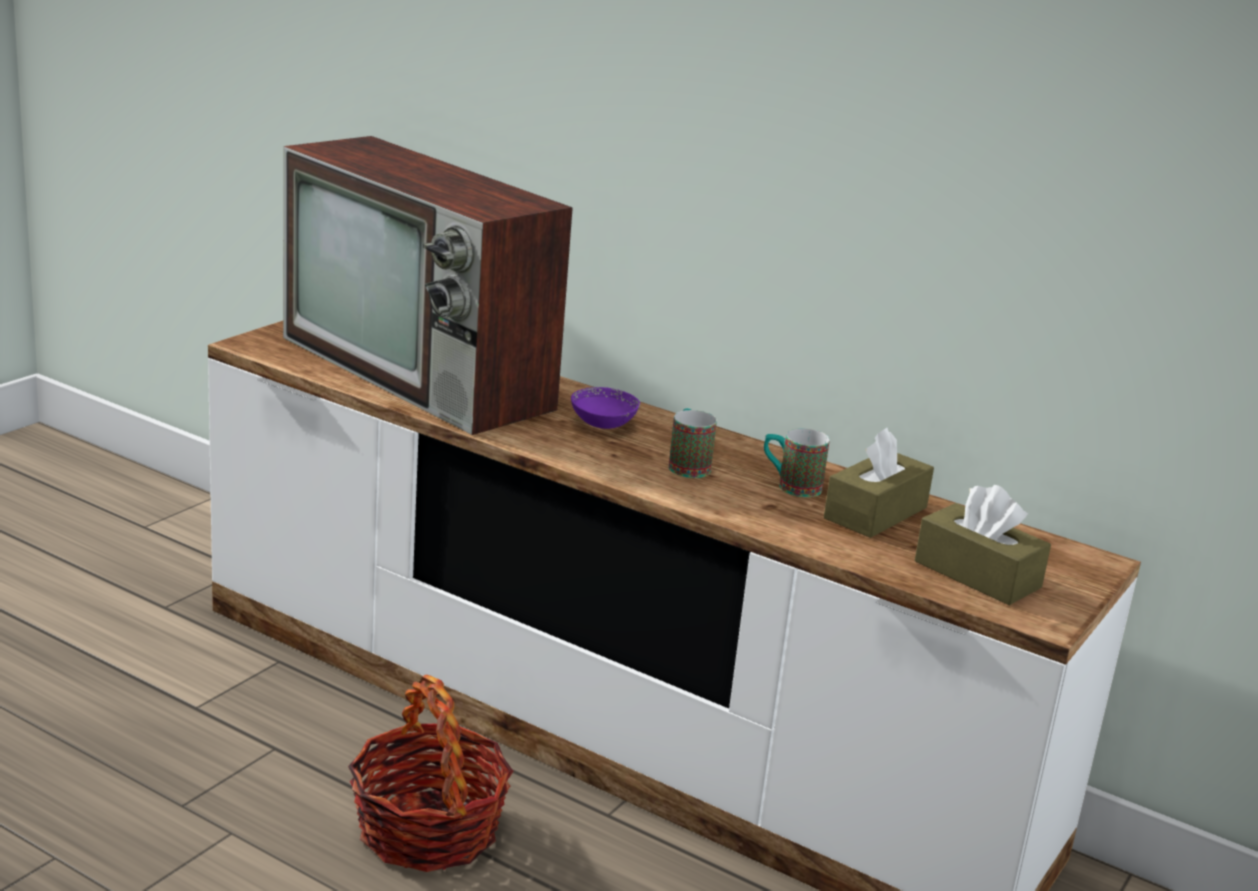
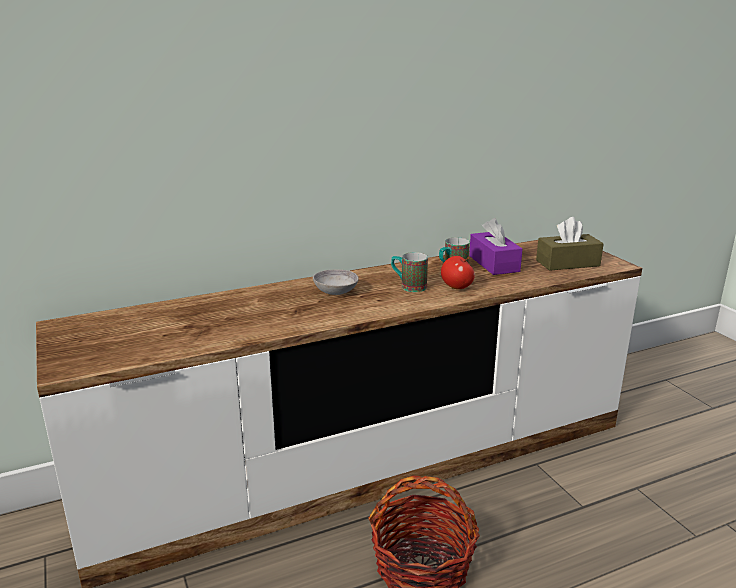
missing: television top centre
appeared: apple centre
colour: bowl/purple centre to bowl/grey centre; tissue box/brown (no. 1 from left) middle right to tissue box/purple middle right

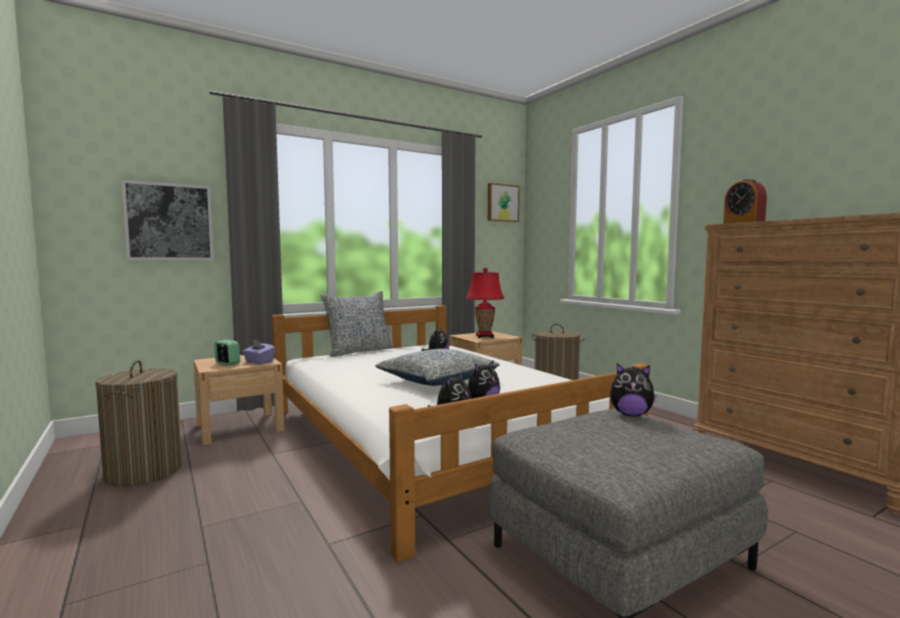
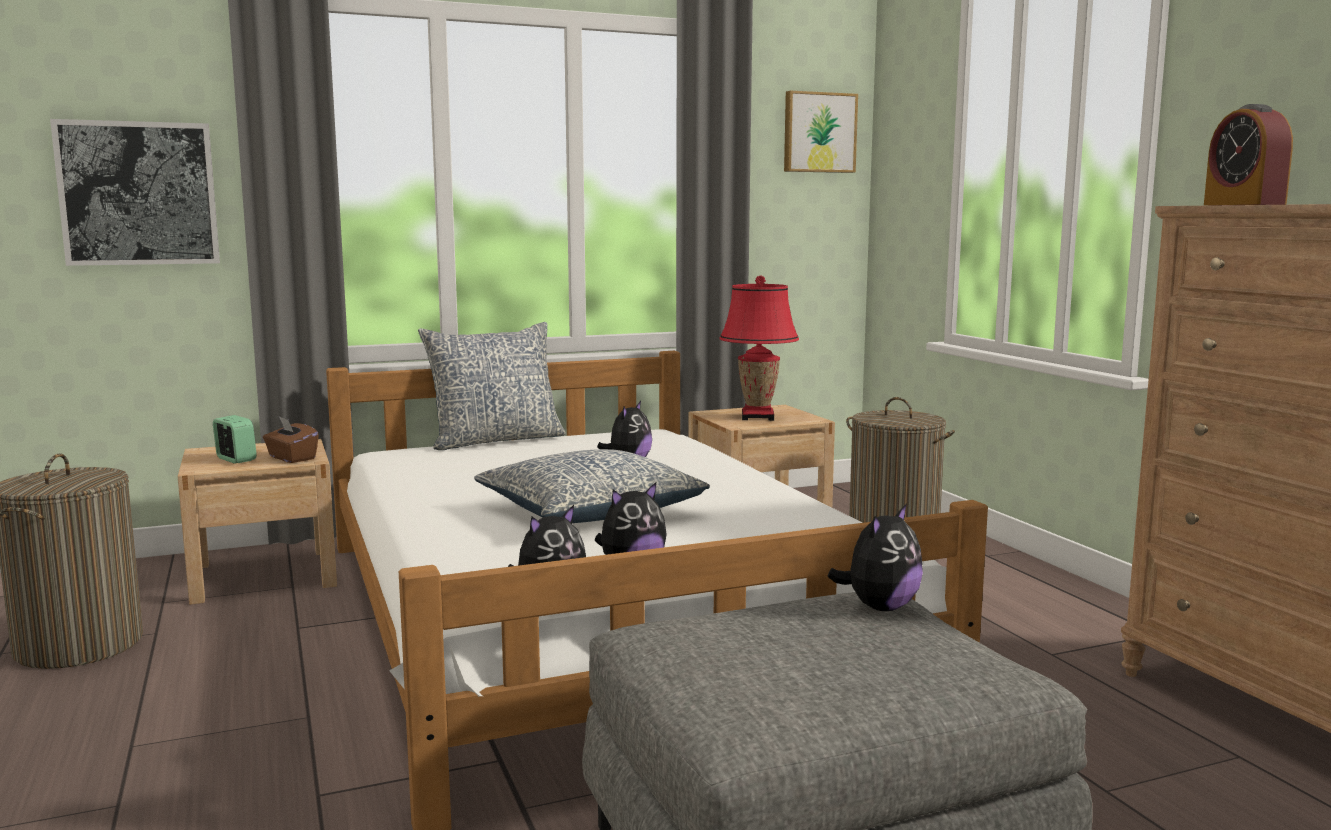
colour: tissue box/purple middle left to tissue box/brown middle left
spun: plush toy (no. 4 from left) middle right = bottom centre 75 degrees counterclockwise

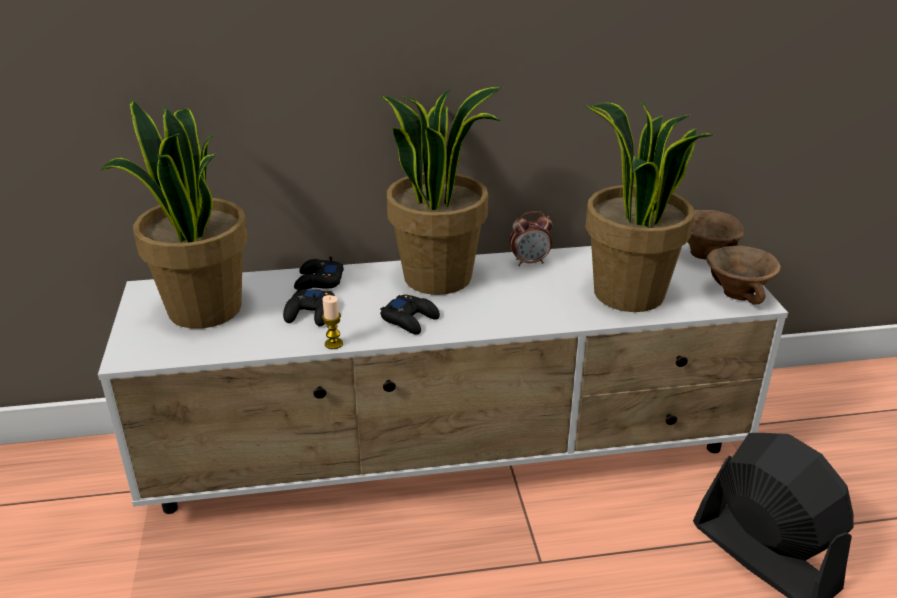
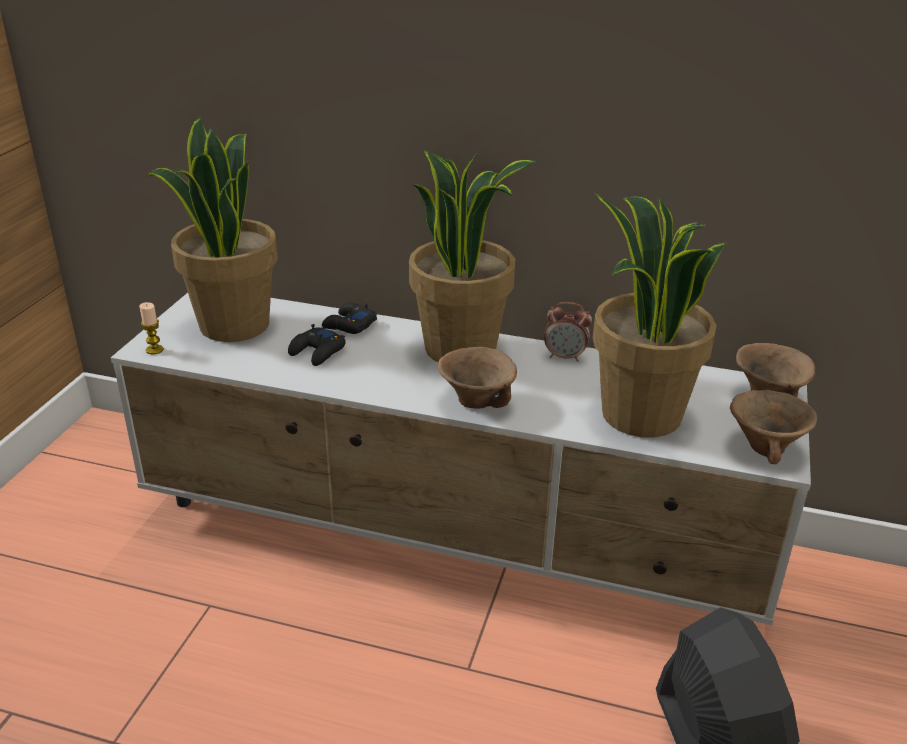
missing: game controller/black (no. 3 from left) centre
appeared: bowl/brown (no. 1 from left) centre
relocated: candle centre to middle left

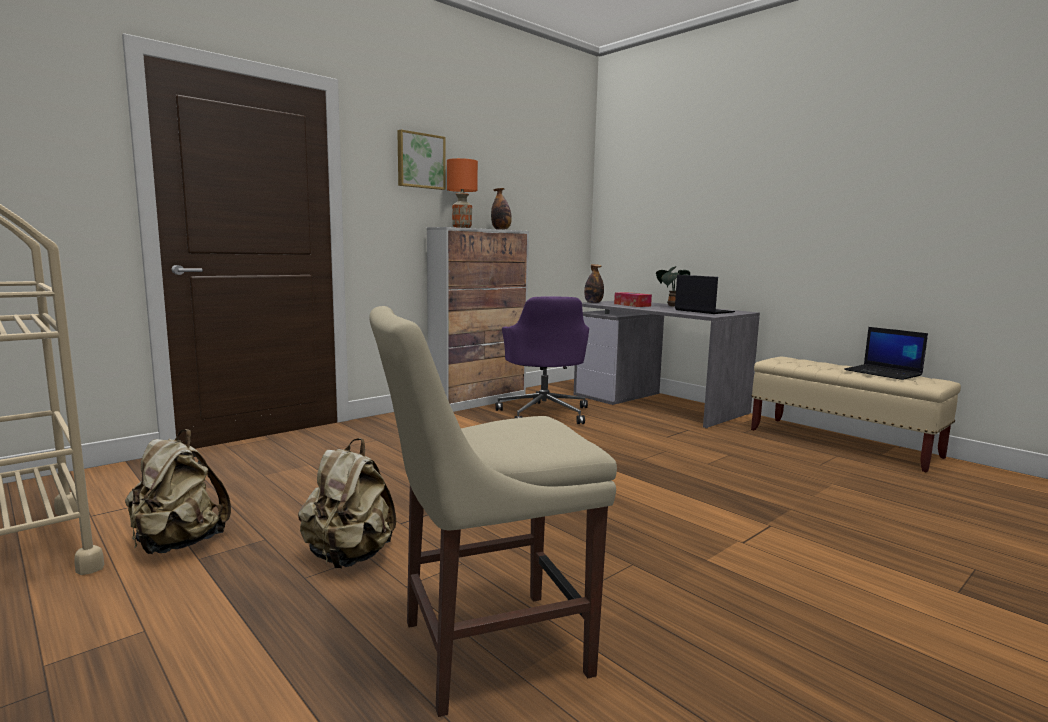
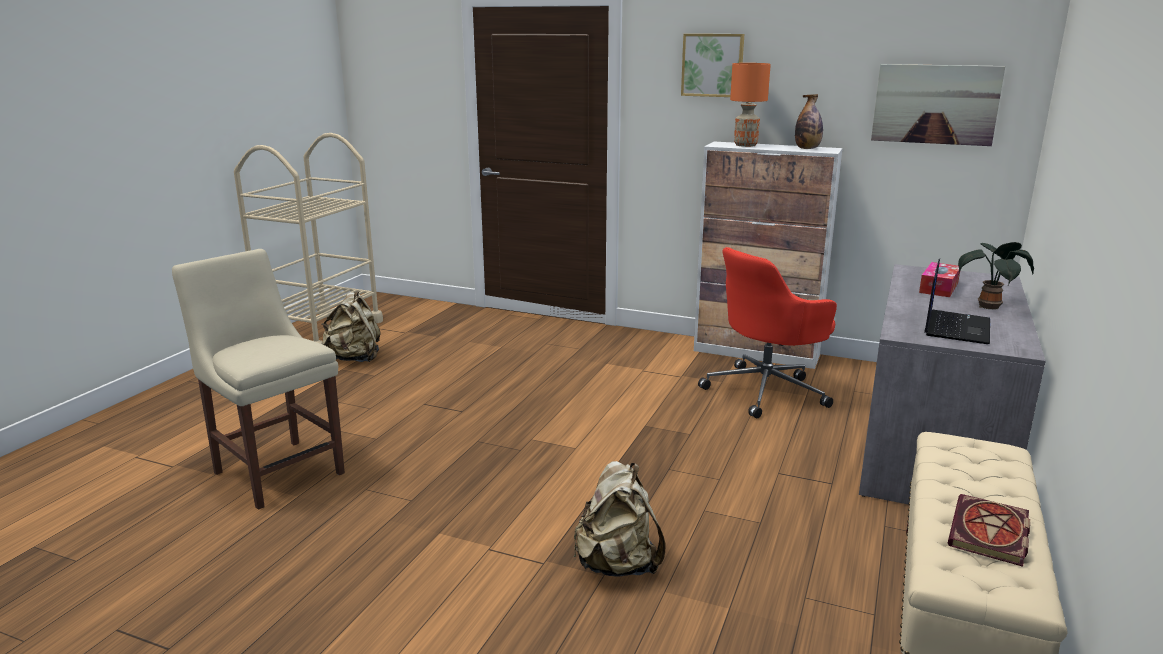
missing: bottle (no. 2 from left) centre
appeared: picture (no. 2 from left) top right
relocated: backpack/beige (no. 2 from left) bottom left to bottom centre
exchanged: laptop (no. 2 from left) middle right to book bottom right
colour: office chair/purple centre to office chair/red centre

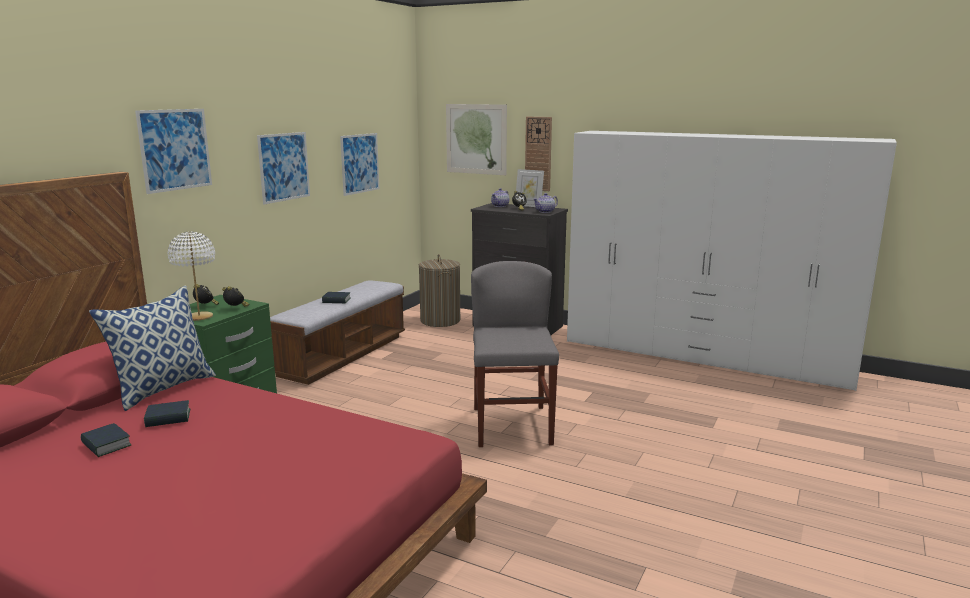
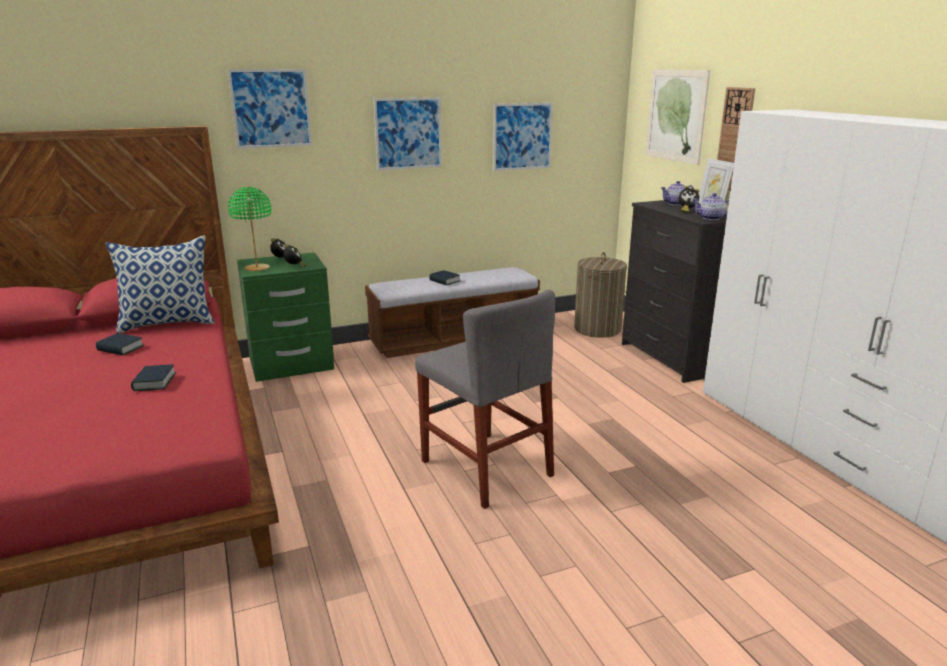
relocated: book (no. 1 from left in the first image) bottom left to book (no. 2 from left) middle left
colour: table lamp/white middle left to table lamp/green middle left
spun: chair/grey centre = centre 105 degrees clockwise

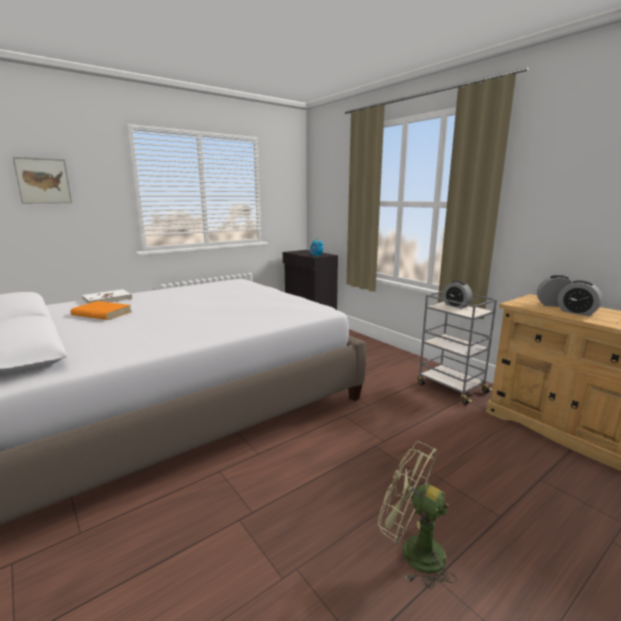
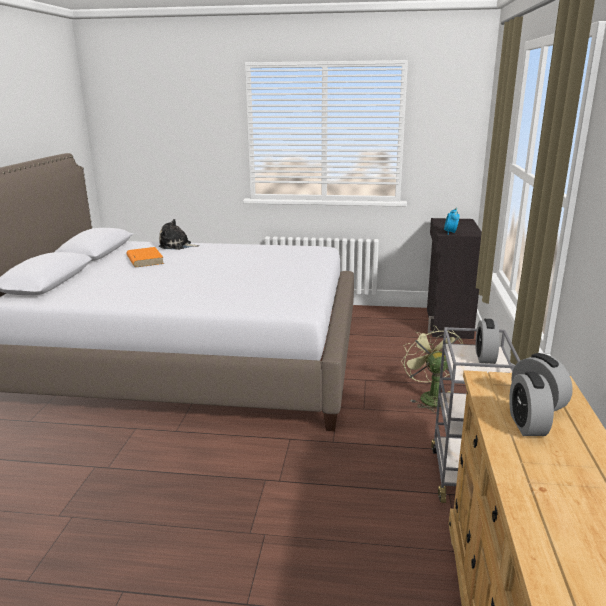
missing: picture top left
relocated: fan/green bottom right to middle right
exchanged: book/white middle left to plush toy middle left

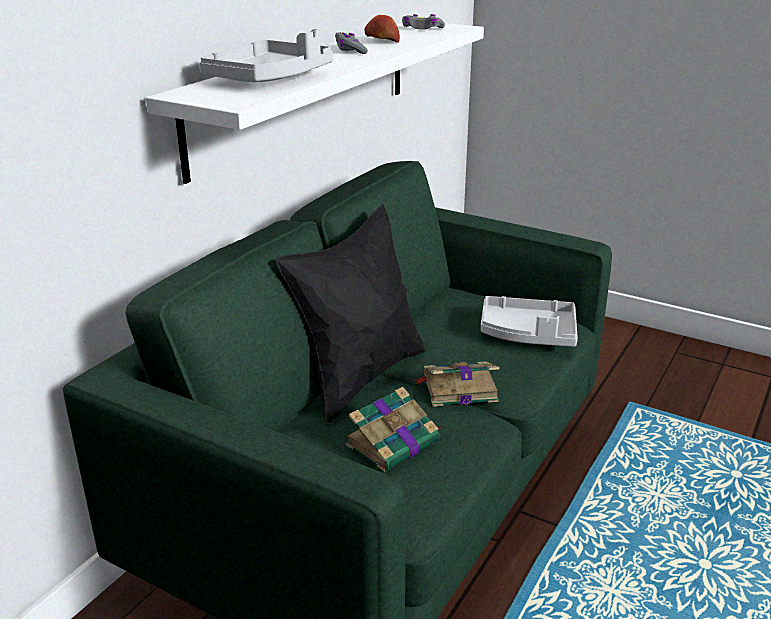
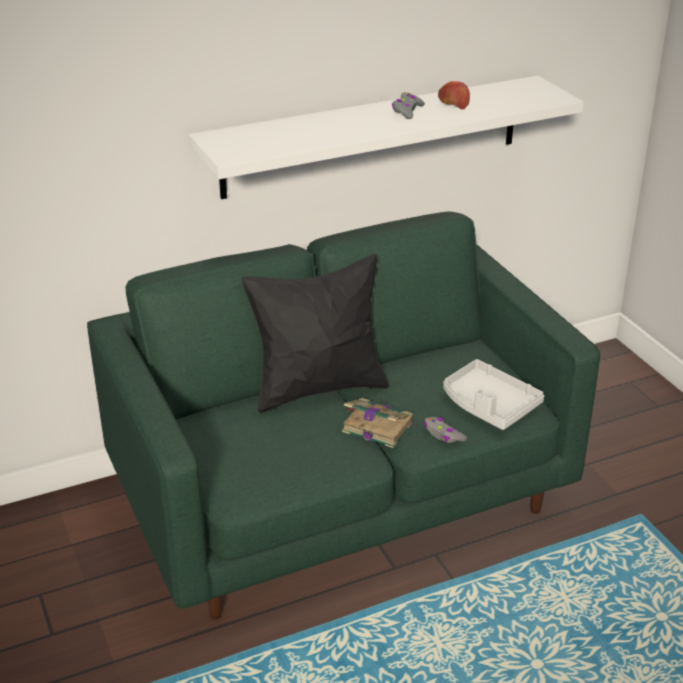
missing: tray/grey (no. 1 from left) top centre; book (no. 1 from left) bottom centre
relocated: game controller/grey (no. 2 from left) top centre to centre

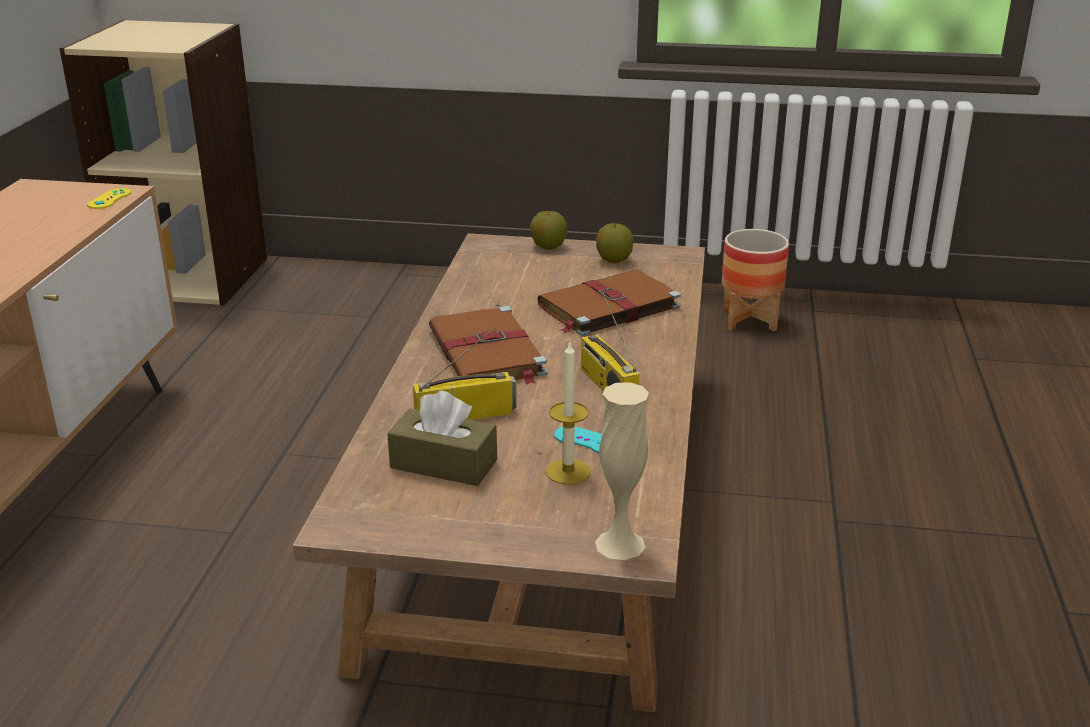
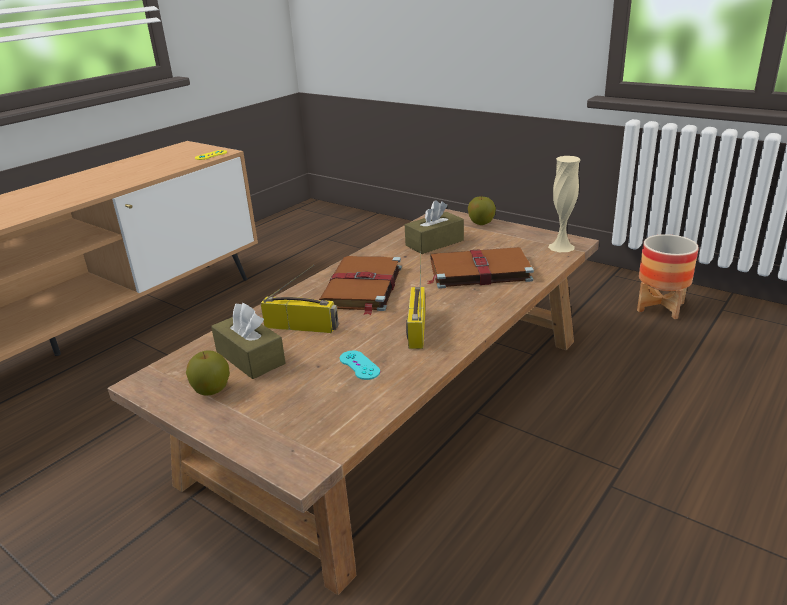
missing: bookcase/beige top left; candle centre
appeared: tissue box/brown (no. 2 from left) centre
relocated: apple (no. 2 from left in the first image) centre to apple (no. 1 from left) middle left; vase/beige centre to middle right

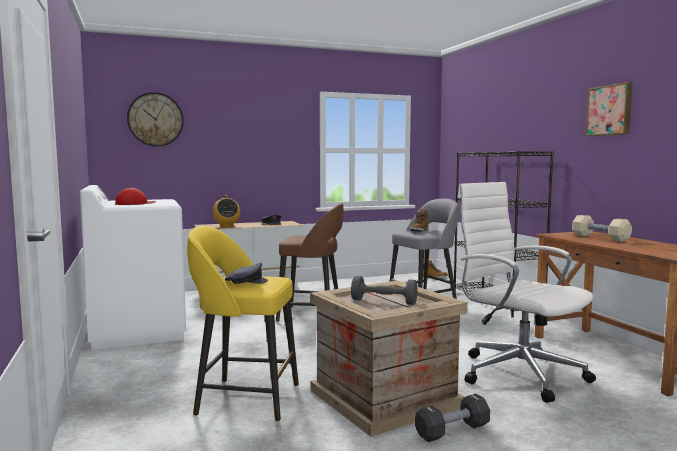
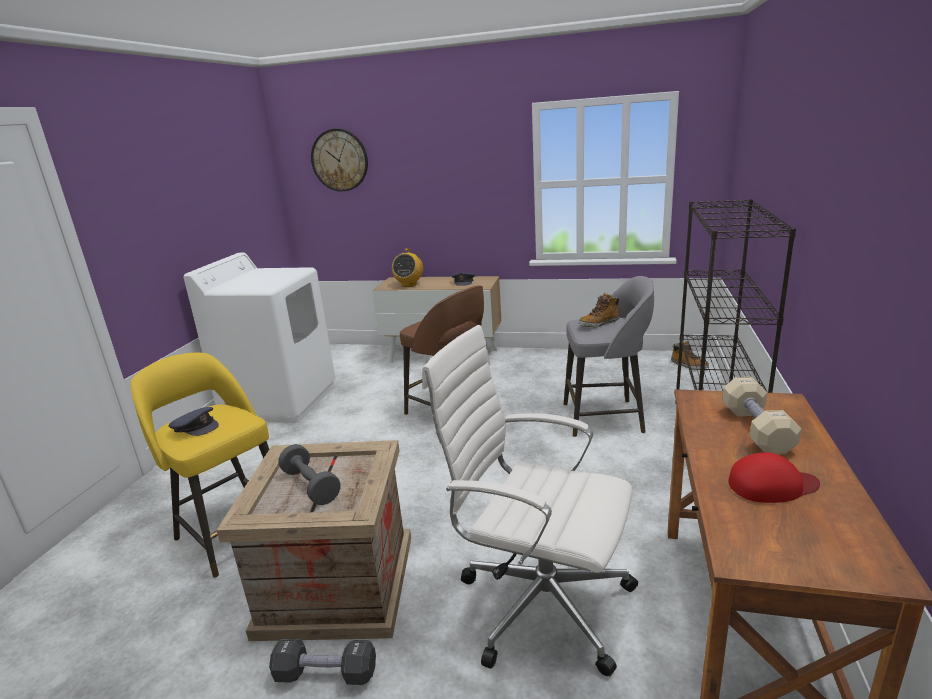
missing: picture top right
relocated: cap/red middle left to bottom right
spun: office chair/white middle right = bottom centre 60 degrees counterclockwise

